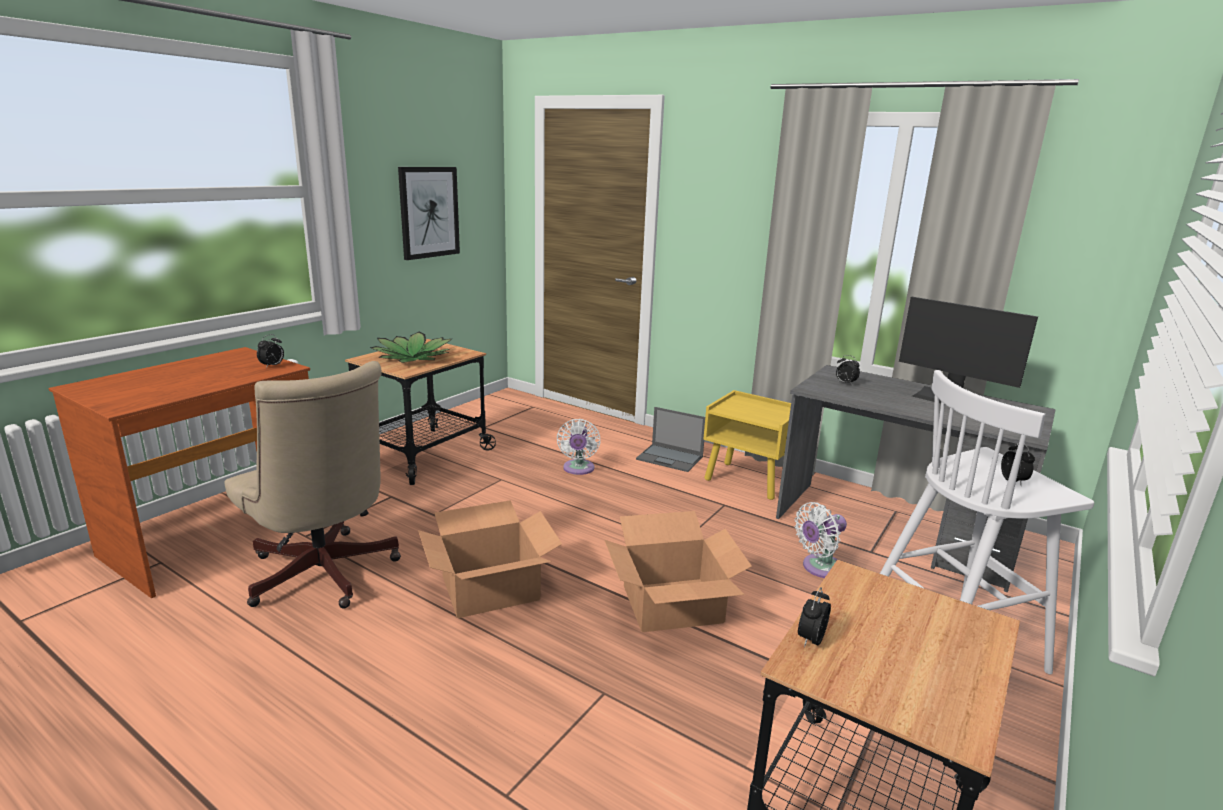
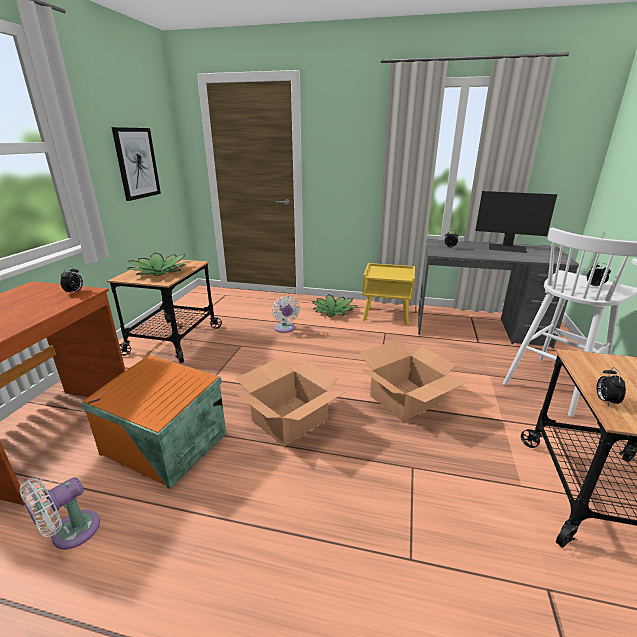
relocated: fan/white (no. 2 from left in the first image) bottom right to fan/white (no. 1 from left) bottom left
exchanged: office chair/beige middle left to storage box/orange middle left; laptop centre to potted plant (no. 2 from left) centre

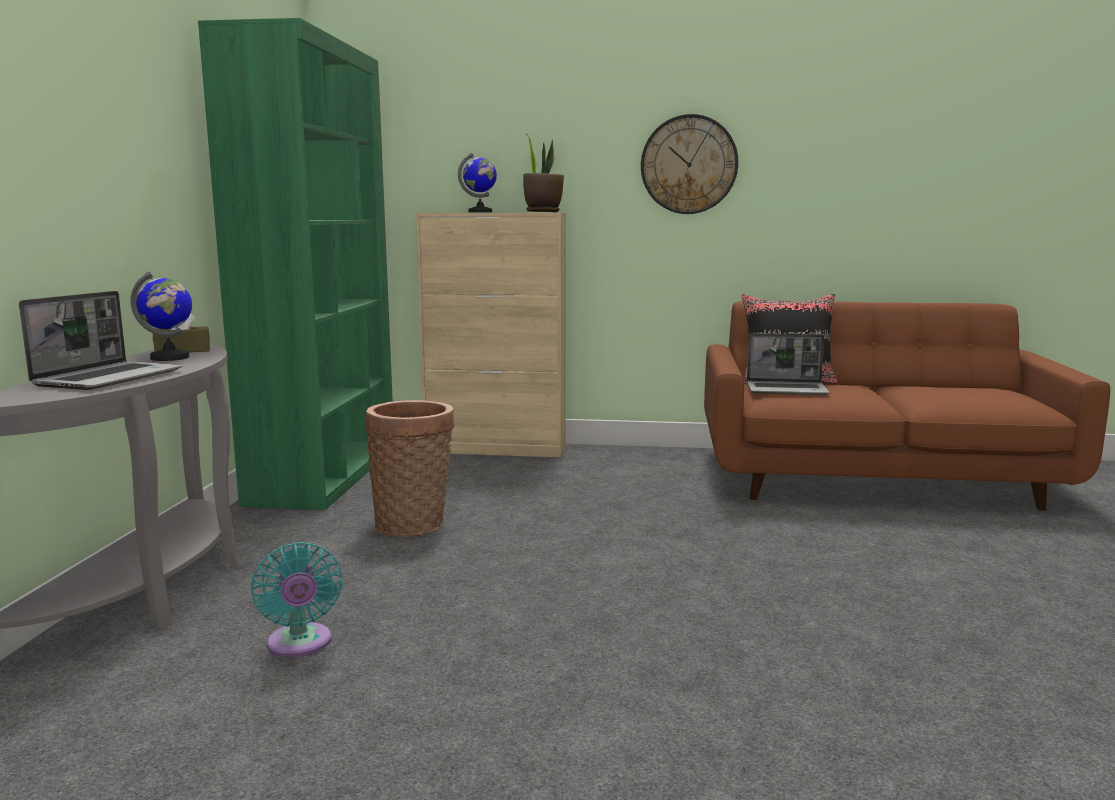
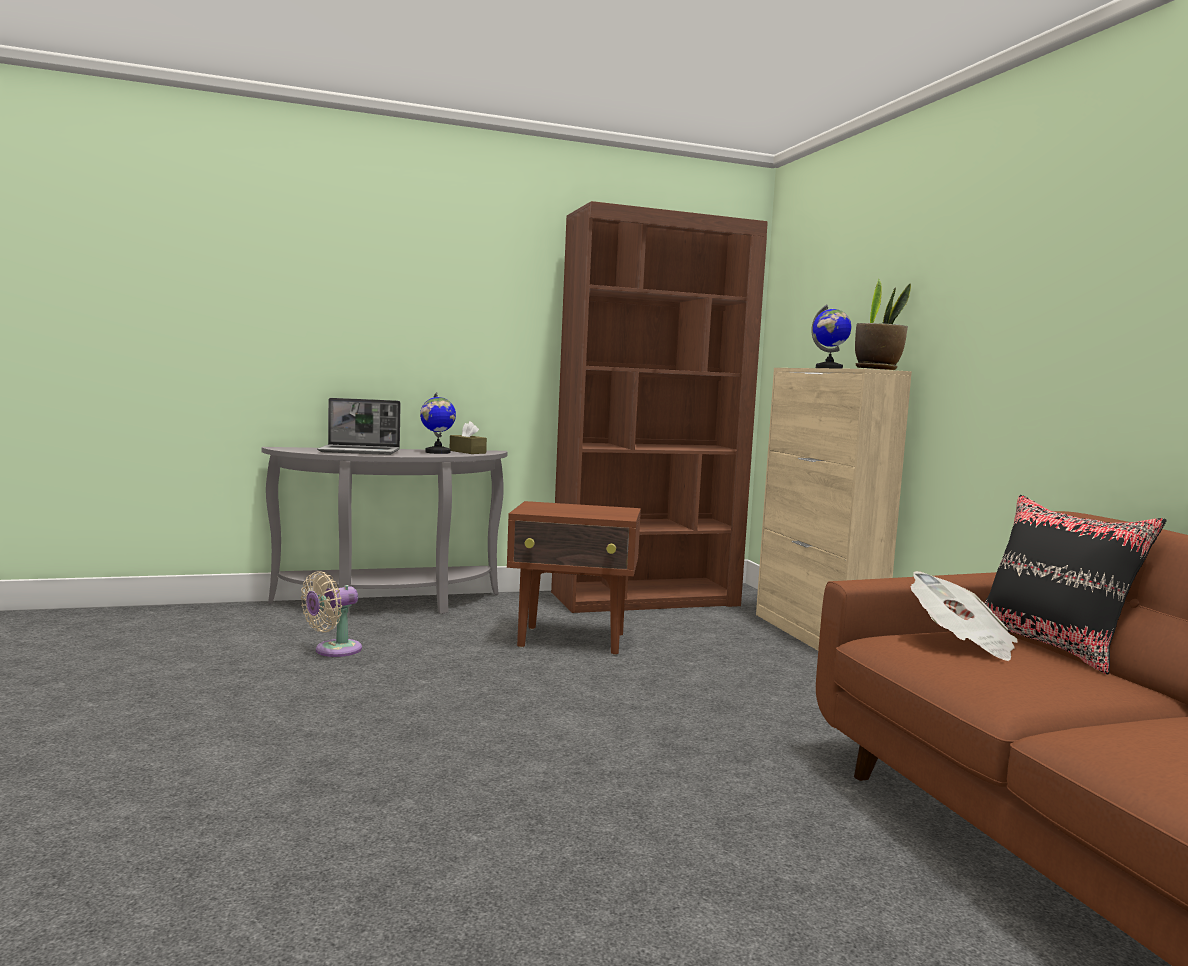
missing: wall clock top centre
exchanged: basket centre to side table/brown centre; laptop (no. 2 from left) middle right to newspaper middle right
colour: fan/turquoise bottom left to fan/beige middle left; bookcase/green top left to bookcase/brown centre

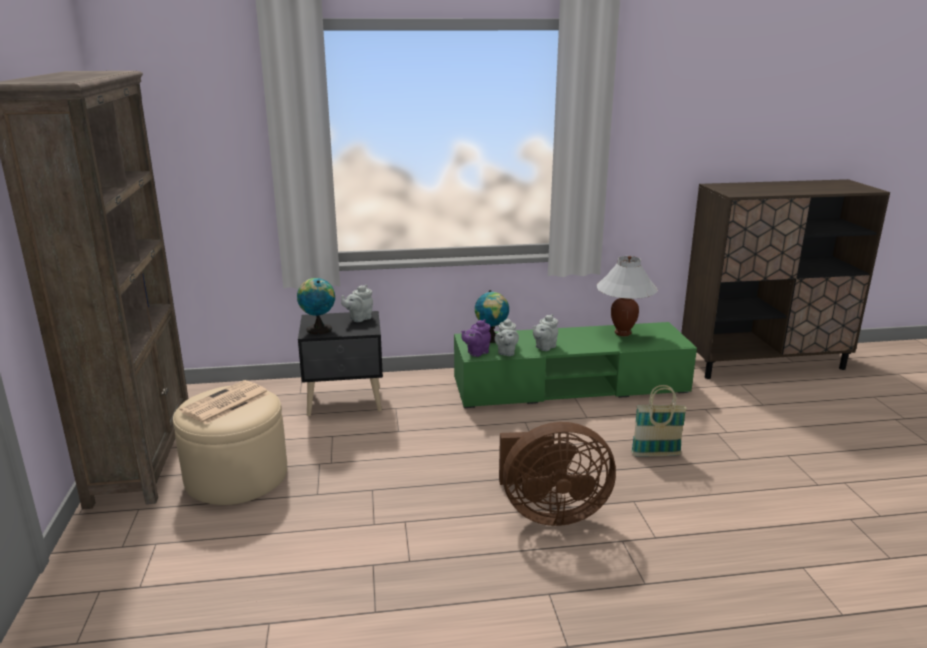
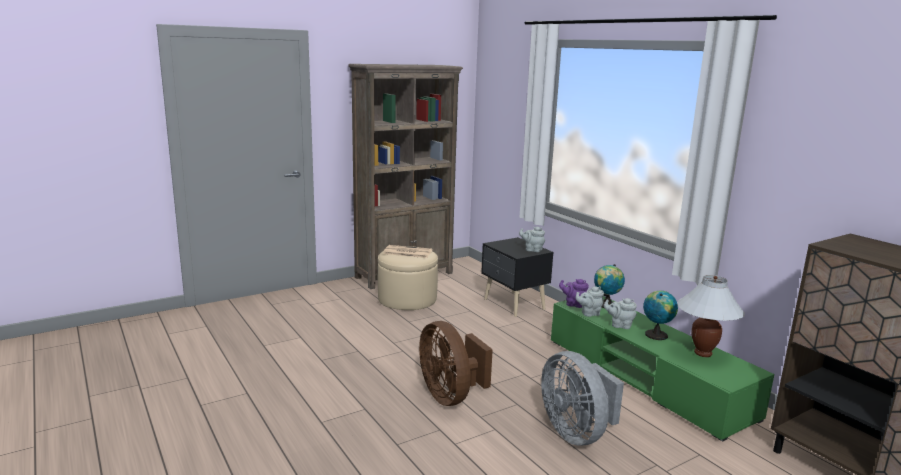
relocated: globe (no. 1 from left in the first image) centre to globe (no. 2 from left) middle right
exchanged: basket middle right to fan/grey bottom centre

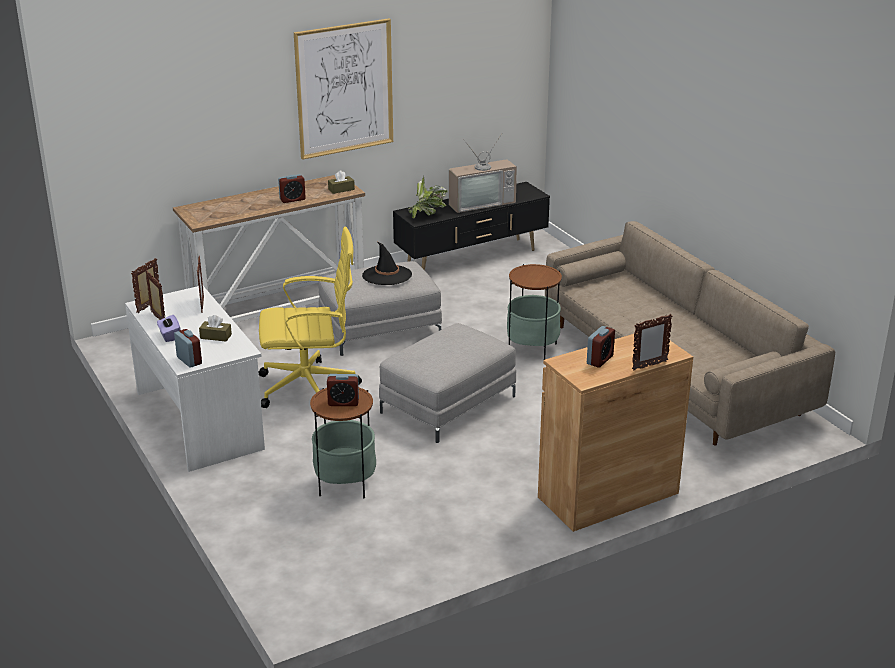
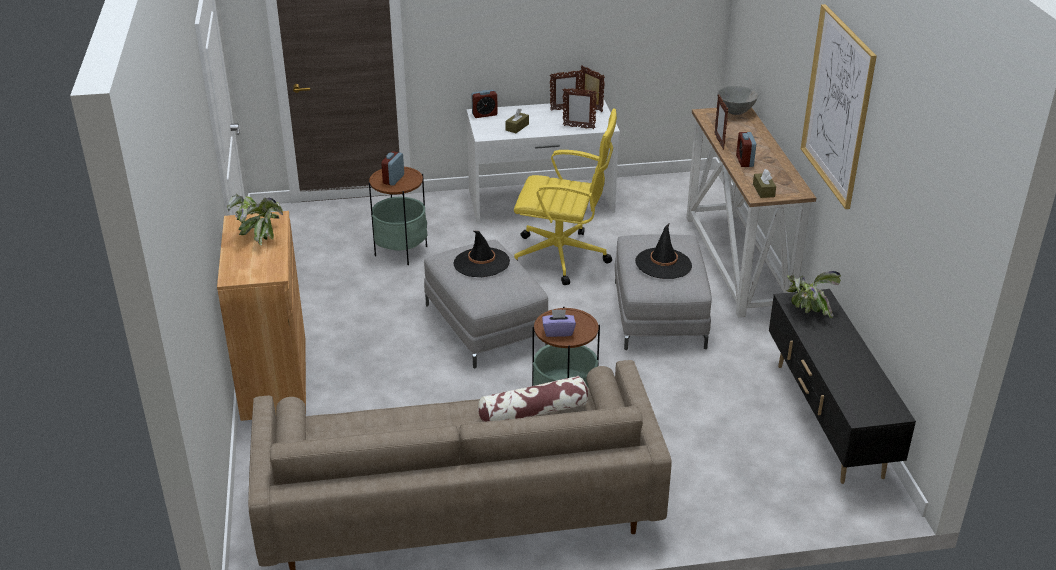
missing: television top centre
appeared: hat/black (no. 1 from left) centre; pillow bottom centre; bowl/grey top right
relocated: tissue box/purple middle left to centre; picture frame (no. 4 from left) middle right to top right
exchanged: alarm clock (no. 4 from left) middle right to potted plant (no. 1 from left) middle left
spun: office chair/yellow centre = centre 90 degrees counterclockwise

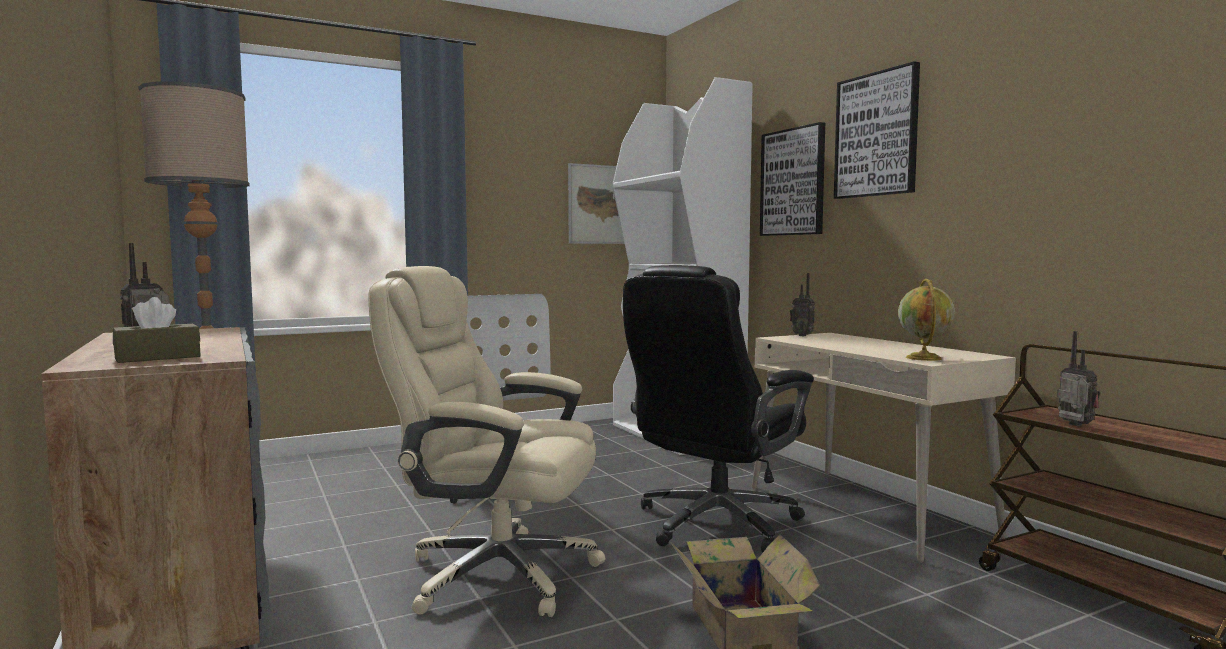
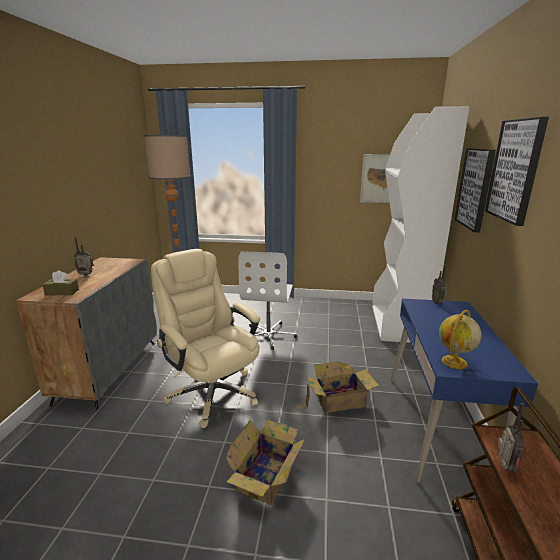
exchanged: office chair/black centre to cardboard box (no. 2 from left) bottom centre
colour: desk/beige bottom right to desk/blue bottom right

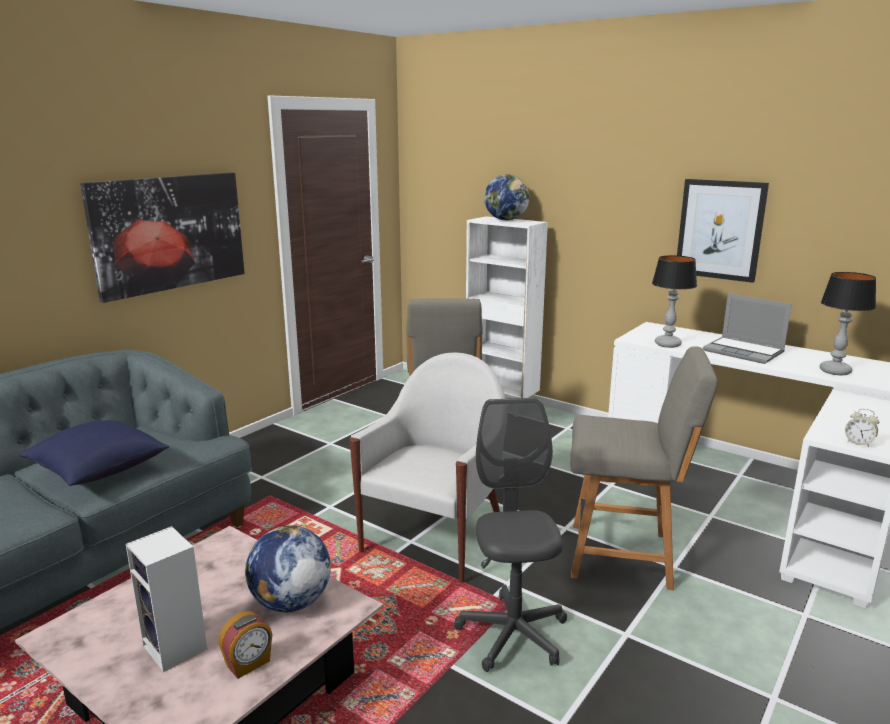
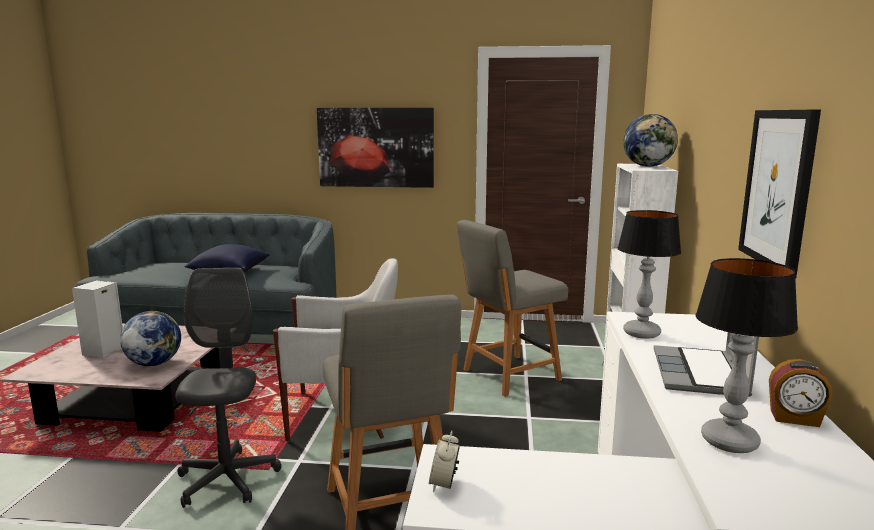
relocated: alarm clock (no. 1 from left in the first image) bottom left to alarm clock (no. 2 from left) bottom right
spun: office chair/grey bottom centre = bottom left 60 degrees counterclockwise

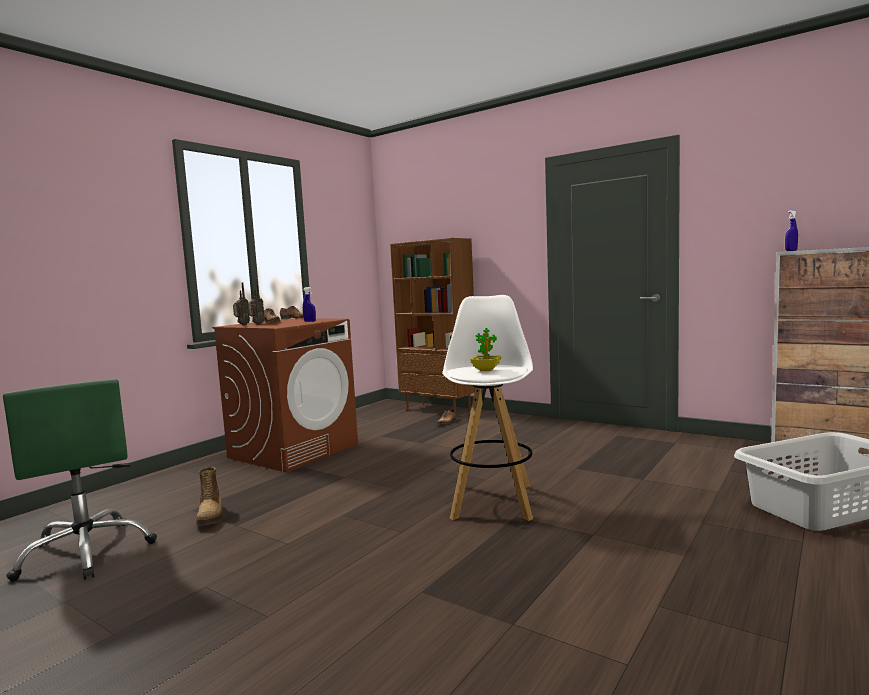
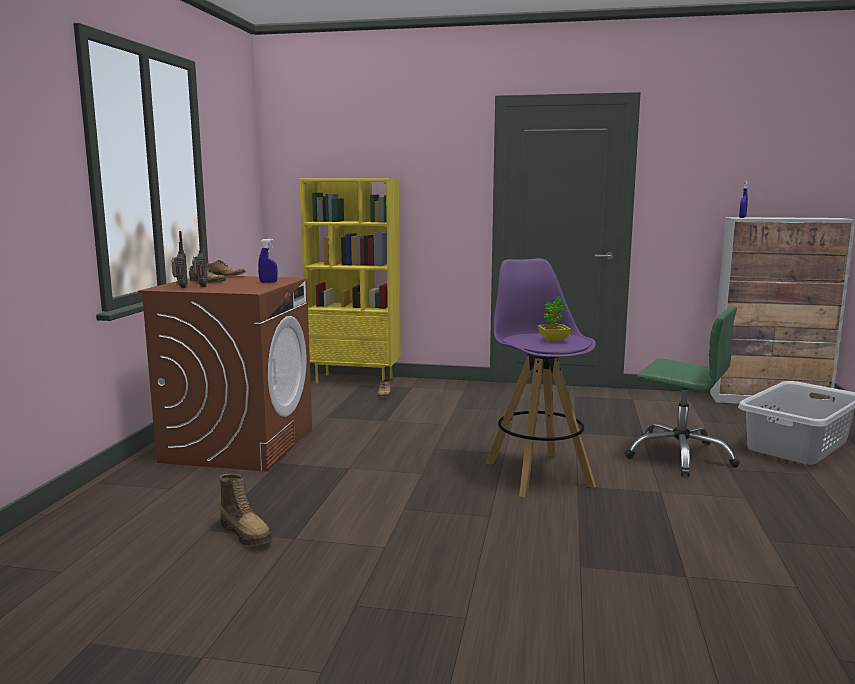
relocated: office chair/green bottom left to middle right
colour: bookcase/brown centre to bookcase/yellow centre; stool/white centre to stool/purple centre

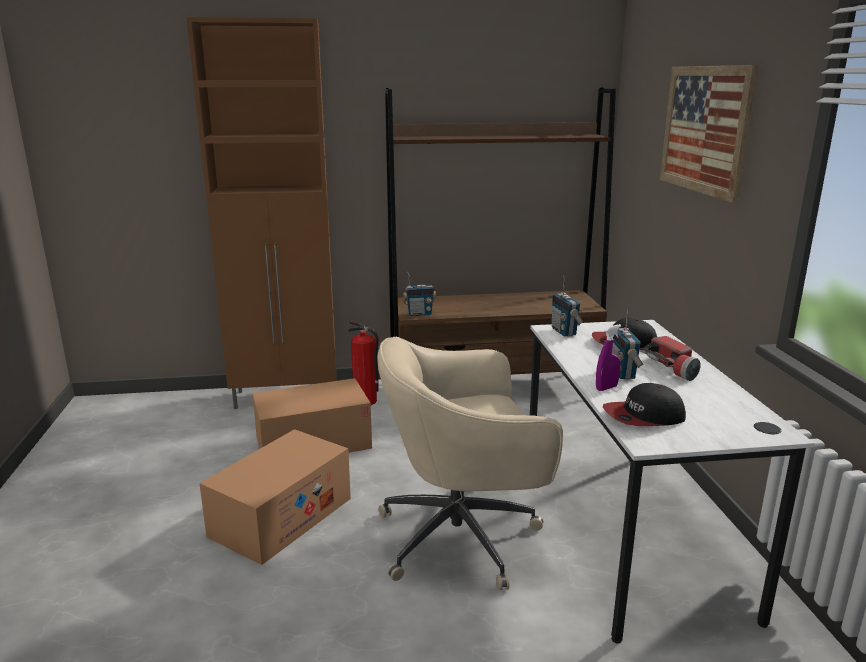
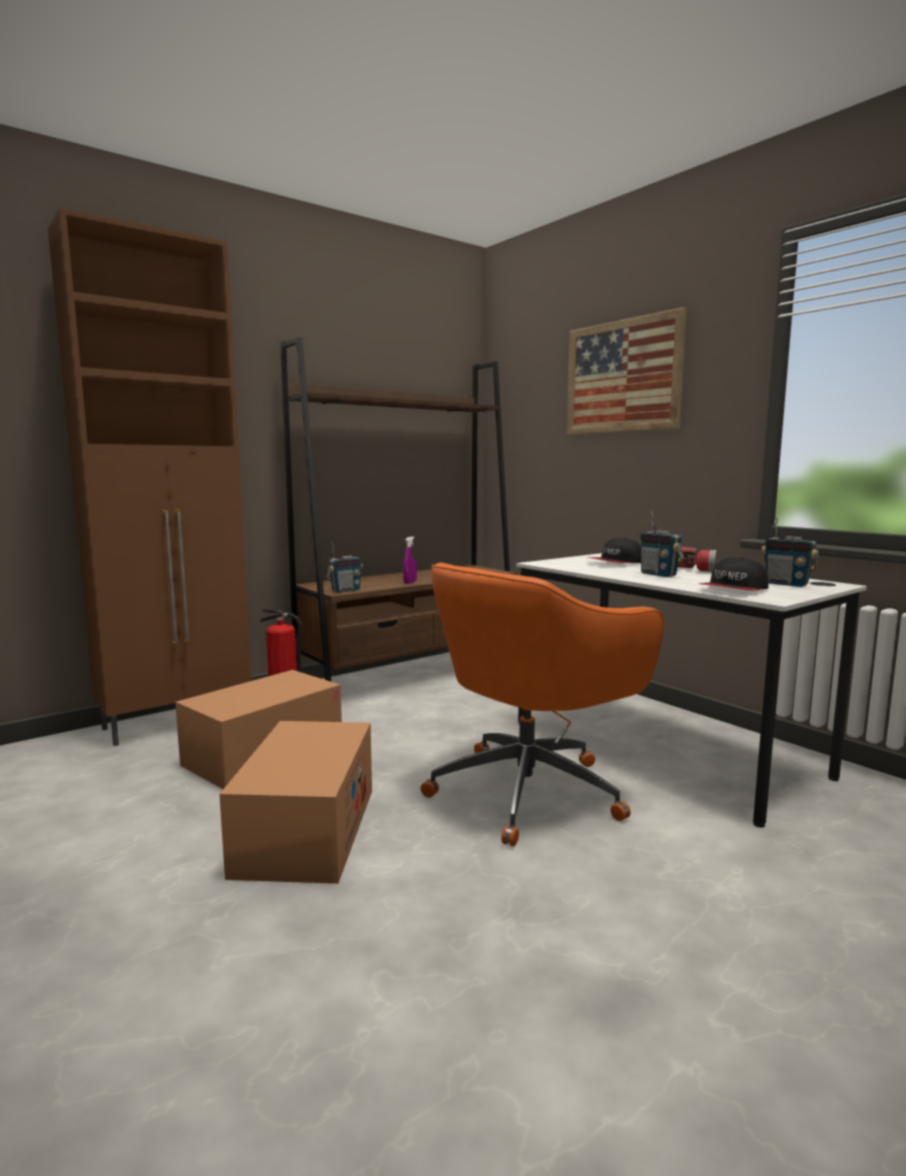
relocated: spray bottle/purple middle right to centre; radio (no. 2 from left in the first image) centre to radio (no. 3 from left) middle right
colour: office chair/beige bottom centre to office chair/orange centre

